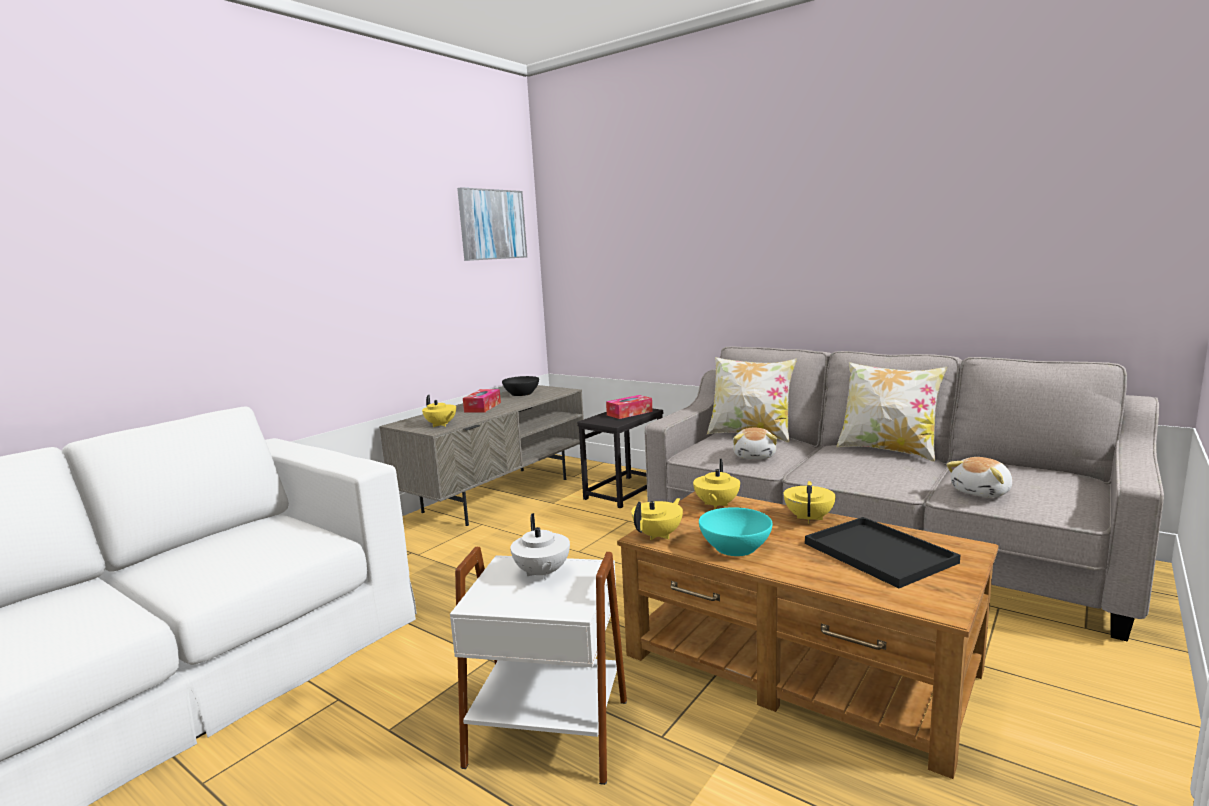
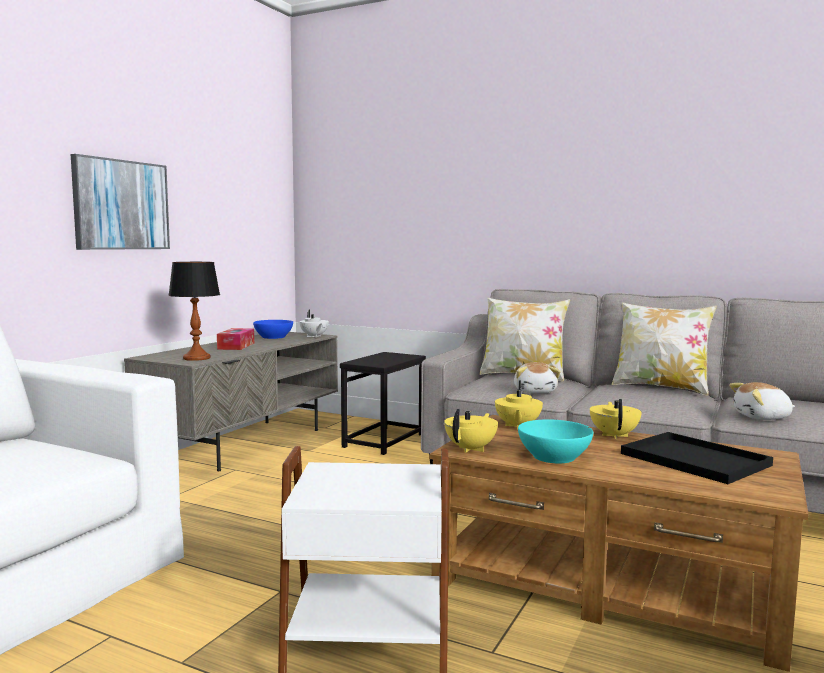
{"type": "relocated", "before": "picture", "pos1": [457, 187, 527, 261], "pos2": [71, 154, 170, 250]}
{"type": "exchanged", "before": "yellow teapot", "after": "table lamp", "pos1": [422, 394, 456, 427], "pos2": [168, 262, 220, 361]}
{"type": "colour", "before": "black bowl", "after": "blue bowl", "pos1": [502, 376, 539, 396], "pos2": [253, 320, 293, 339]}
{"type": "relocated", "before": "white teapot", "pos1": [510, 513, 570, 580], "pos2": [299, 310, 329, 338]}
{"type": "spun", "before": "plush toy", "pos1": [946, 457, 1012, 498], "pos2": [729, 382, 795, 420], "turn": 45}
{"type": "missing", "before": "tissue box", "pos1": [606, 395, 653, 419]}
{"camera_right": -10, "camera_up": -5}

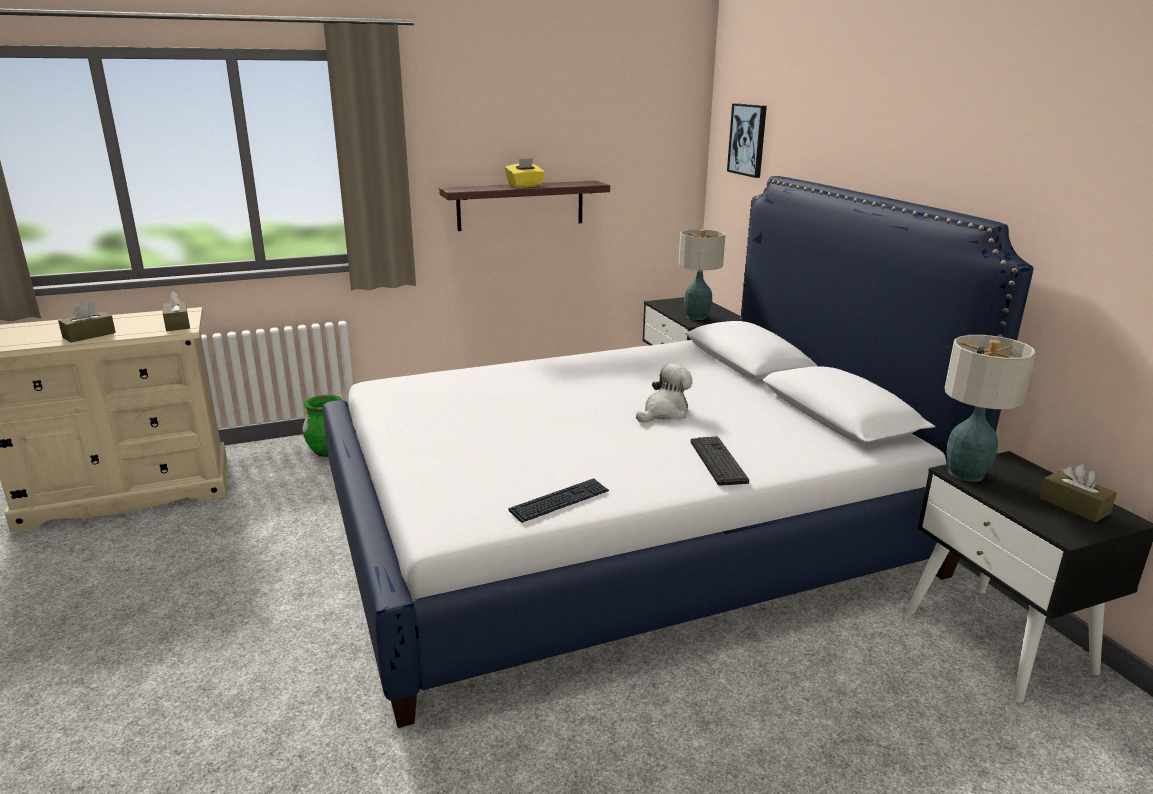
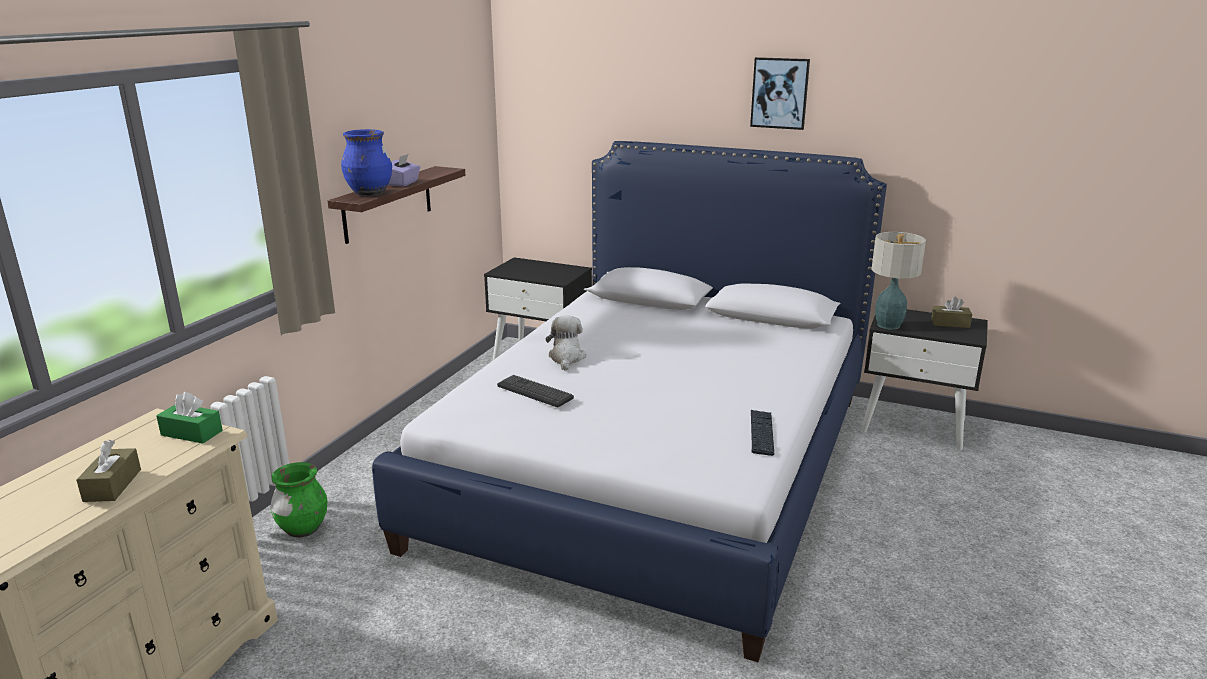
{"type": "colour", "before": "brown tissue box", "after": "green tissue box", "pos1": [162, 291, 190, 331], "pos2": [156, 392, 223, 444]}
{"type": "appeared", "after": "blue vase", "pos2": [341, 129, 392, 196]}
{"type": "colour", "before": "yellow tissue box", "after": "purple tissue box", "pos1": [505, 158, 545, 188], "pos2": [388, 154, 420, 187]}
{"type": "relocated", "before": "keyboard", "pos1": [691, 436, 749, 486], "pos2": [497, 375, 574, 407]}
{"type": "relocated", "before": "plush toy", "pos1": [636, 364, 693, 422], "pos2": [546, 315, 586, 371]}
{"type": "relocated", "before": "picture", "pos1": [727, 103, 767, 178], "pos2": [750, 57, 810, 130]}
{"type": "missing", "before": "table lamp", "pos1": [678, 229, 725, 320]}
{"camera_right": -45, "camera_up": 0}

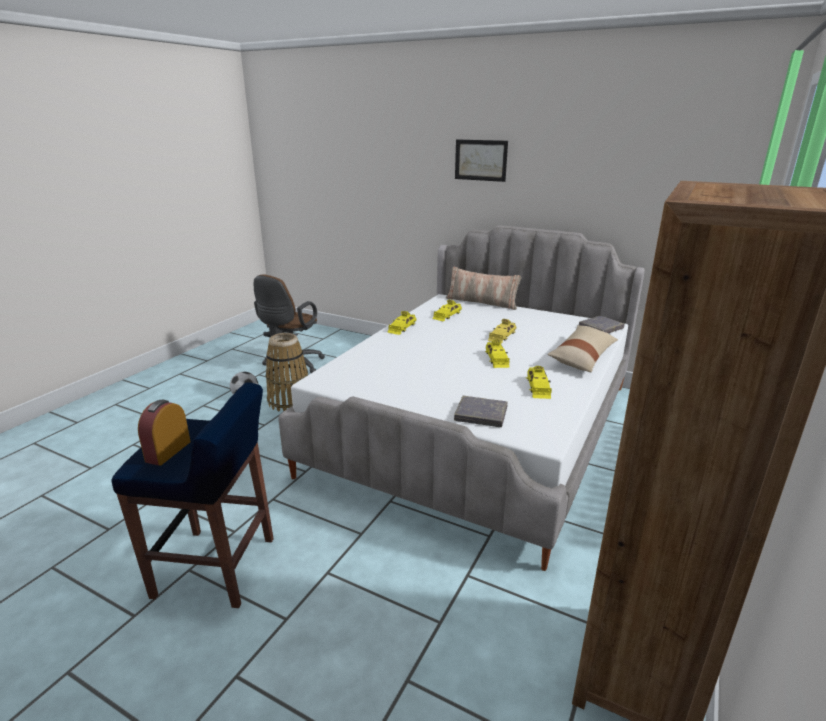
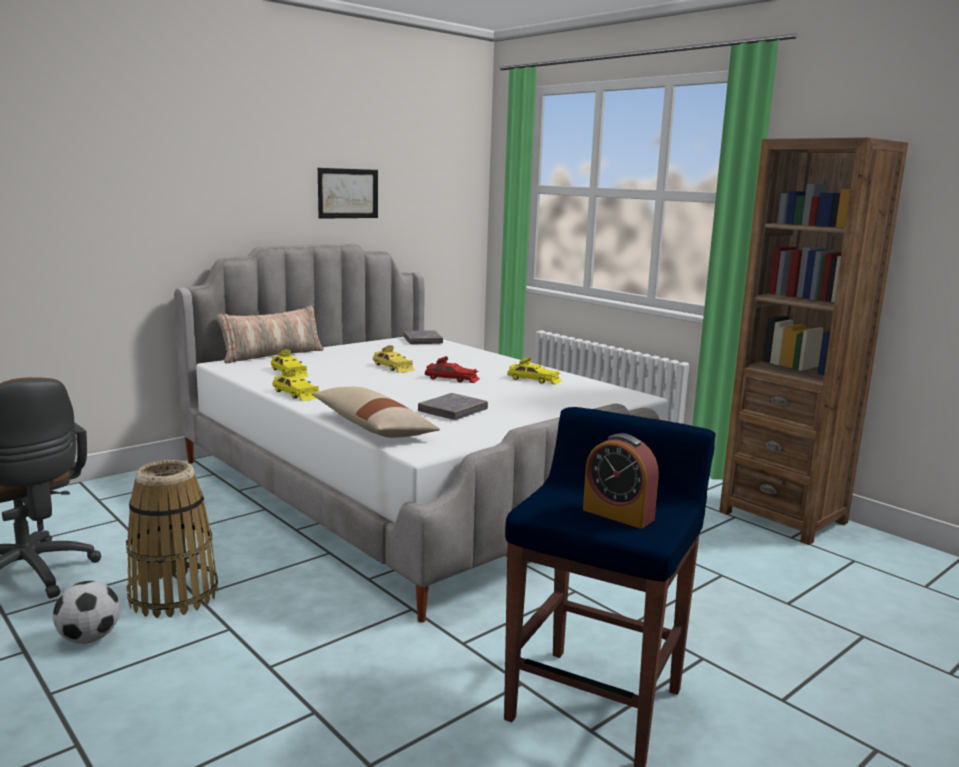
{"type": "relocated", "before": "beige pillow", "pos1": [547, 325, 618, 372], "pos2": [311, 387, 440, 438]}
{"type": "relocated", "before": "picture", "pos1": [455, 139, 508, 182], "pos2": [318, 168, 378, 219]}
{"type": "relocated", "before": "grey book", "pos1": [454, 396, 508, 427], "pos2": [418, 393, 488, 420]}
{"type": "colour", "before": "yellow toy car", "after": "red toy car", "pos1": [485, 340, 510, 368], "pos2": [425, 356, 480, 383]}
{"camera_right": -70, "camera_up": -10}

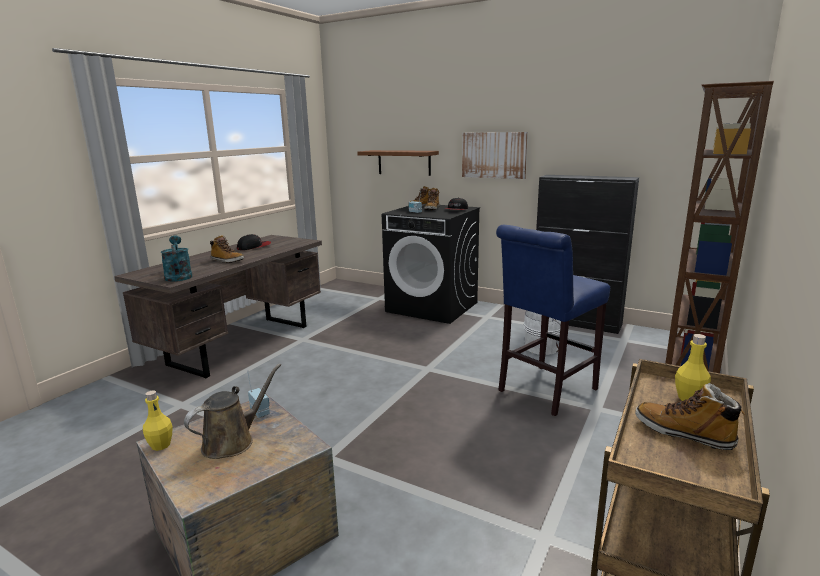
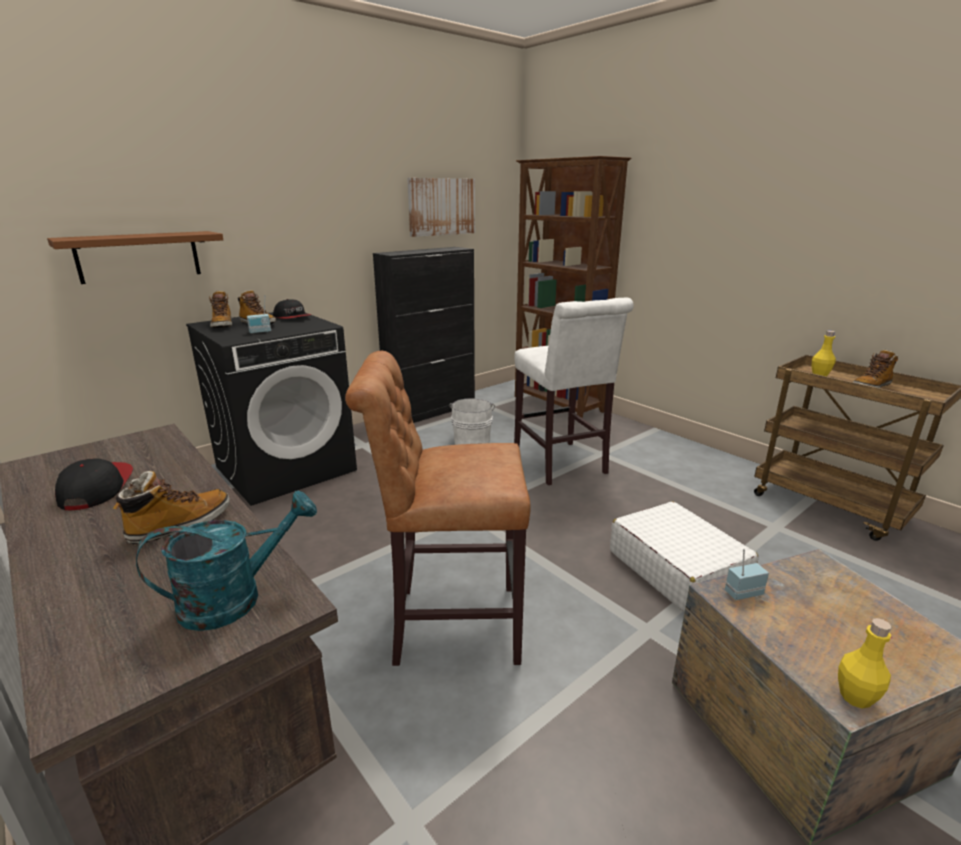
{"type": "spun", "before": "turquoise watering can", "pos1": [161, 235, 192, 282], "pos2": [136, 491, 317, 631], "turn": 150}
{"type": "appeared", "after": "brown stool", "pos2": [345, 351, 531, 666]}
{"type": "relocated", "before": "picture", "pos1": [462, 132, 528, 179], "pos2": [407, 178, 475, 237]}
{"type": "colour", "before": "blue stool", "after": "white stool", "pos1": [496, 225, 610, 416], "pos2": [514, 298, 634, 485]}
{"type": "appeared", "after": "white suitcase", "pos2": [610, 502, 758, 612]}
{"type": "missing", "before": "brown watering can", "pos1": [184, 363, 281, 459]}
{"camera_right": -70, "camera_up": 5}

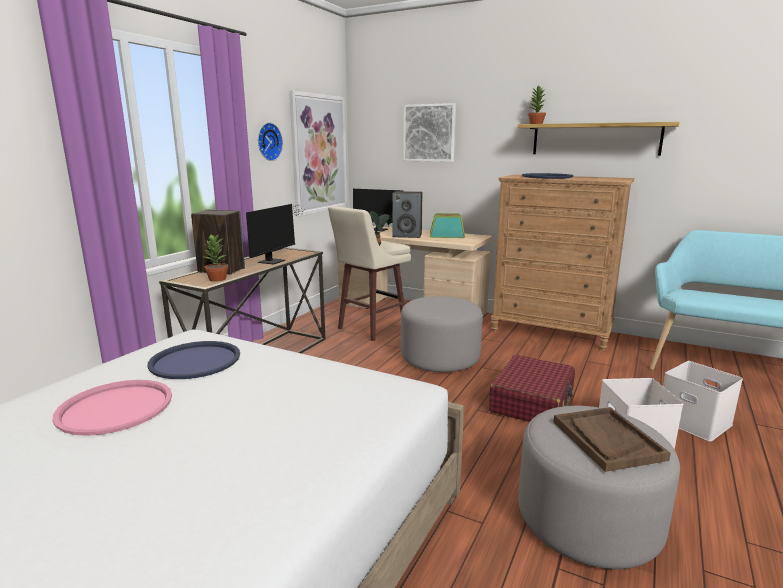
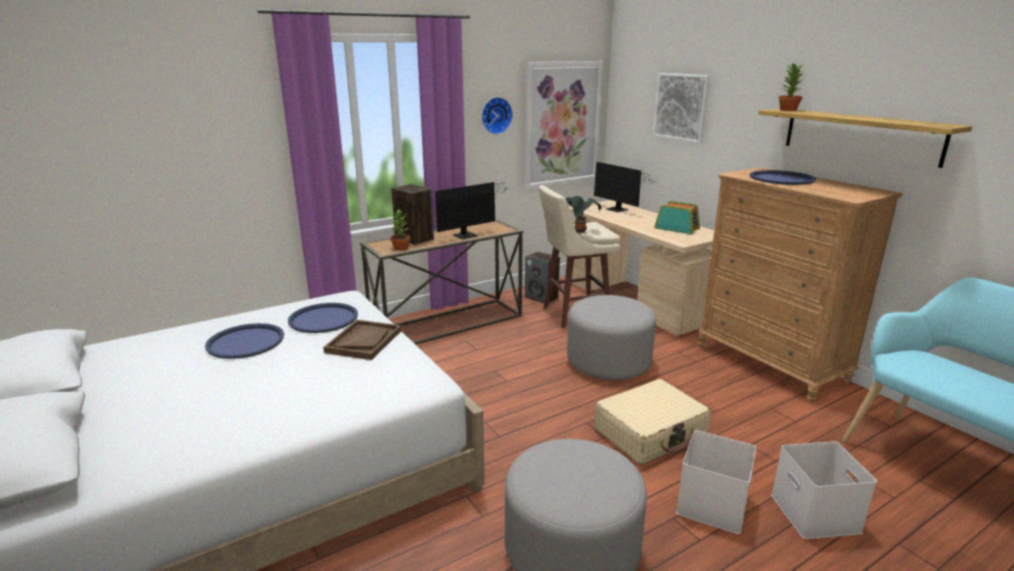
{"type": "colour", "before": "pink tray", "after": "blue tray", "pos1": [52, 380, 172, 436], "pos2": [205, 323, 284, 359]}
{"type": "relocated", "before": "brown tray", "pos1": [553, 407, 671, 472], "pos2": [323, 320, 401, 360]}
{"type": "relocated", "before": "speaker", "pos1": [392, 191, 422, 238], "pos2": [525, 252, 560, 303]}
{"type": "colour", "before": "red suitcase", "after": "beige suitcase", "pos1": [489, 355, 575, 422], "pos2": [594, 379, 711, 465]}
{"camera_right": 30, "camera_up": 5}

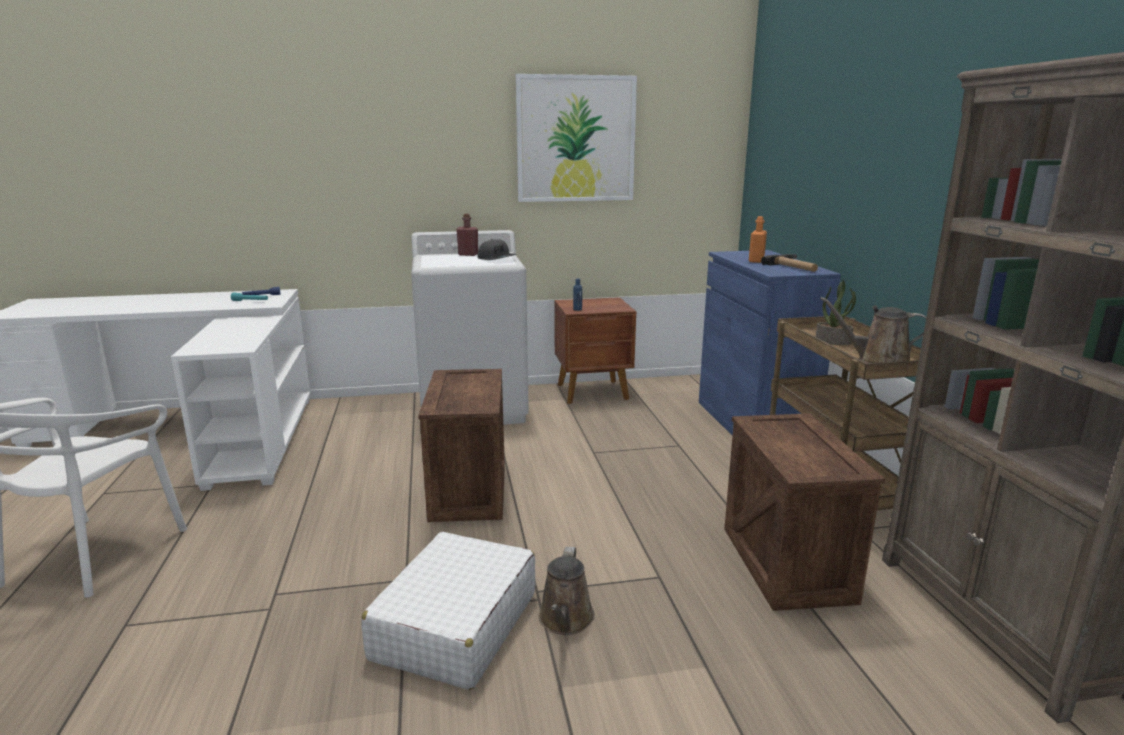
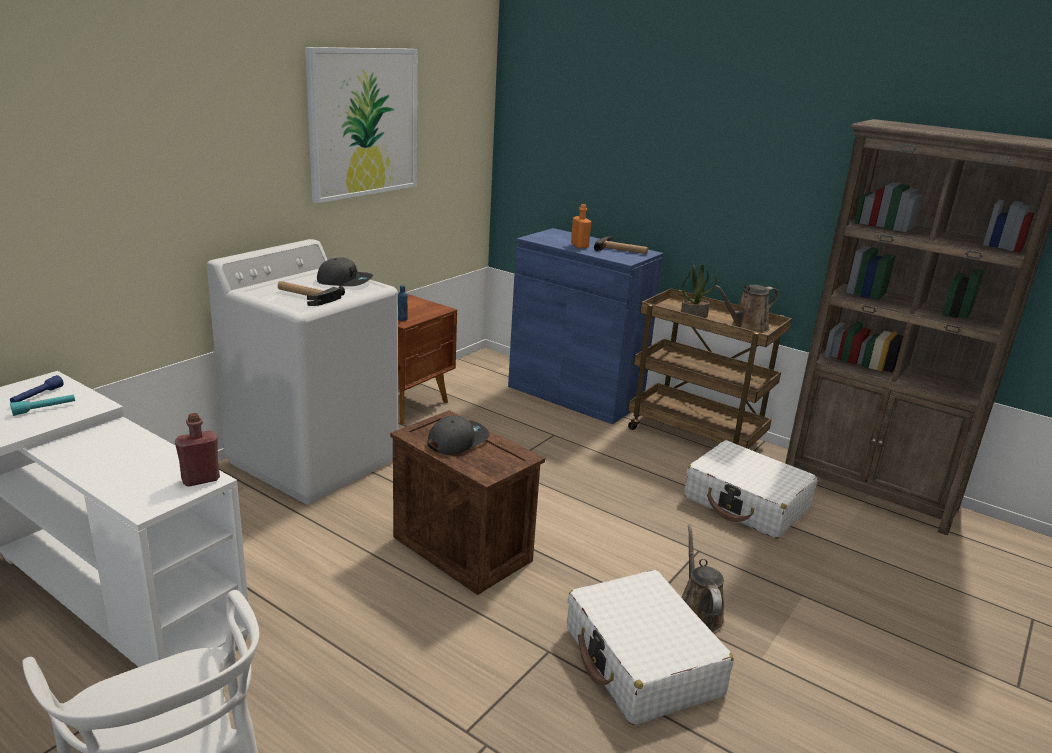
{"type": "relocated", "before": "red bottle", "pos1": [456, 214, 478, 256], "pos2": [175, 413, 220, 487]}
{"type": "appeared", "after": "hammer", "pos2": [278, 281, 345, 306]}
{"type": "appeared", "after": "grey cap", "pos2": [427, 415, 490, 455]}
{"type": "spun", "before": "brown watering can", "pos1": [539, 547, 595, 635], "pos2": [681, 524, 724, 634], "turn": -150}
{"type": "exchanged", "before": "crate", "after": "white suitcase", "pos1": [724, 413, 885, 611], "pos2": [684, 440, 818, 539]}
{"camera_right": -45, "camera_up": 5}

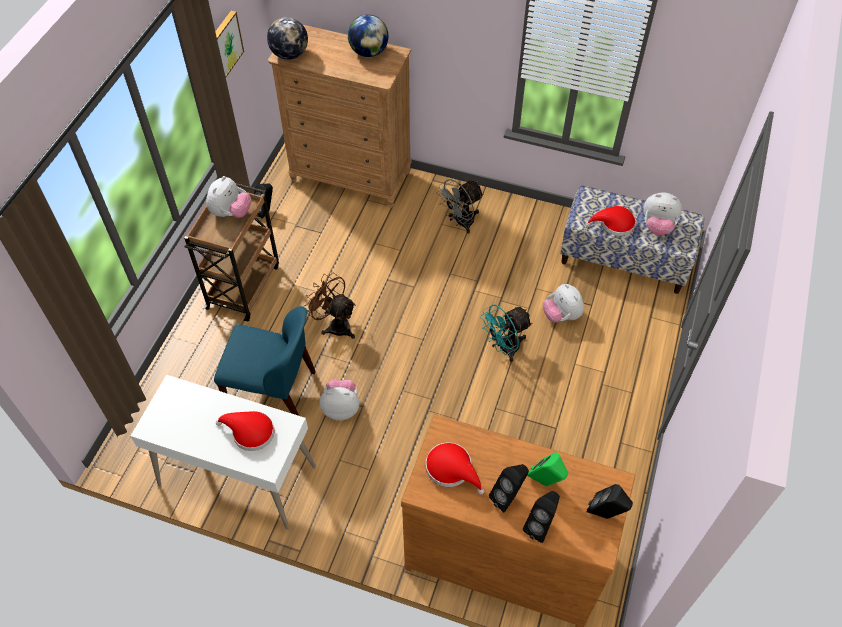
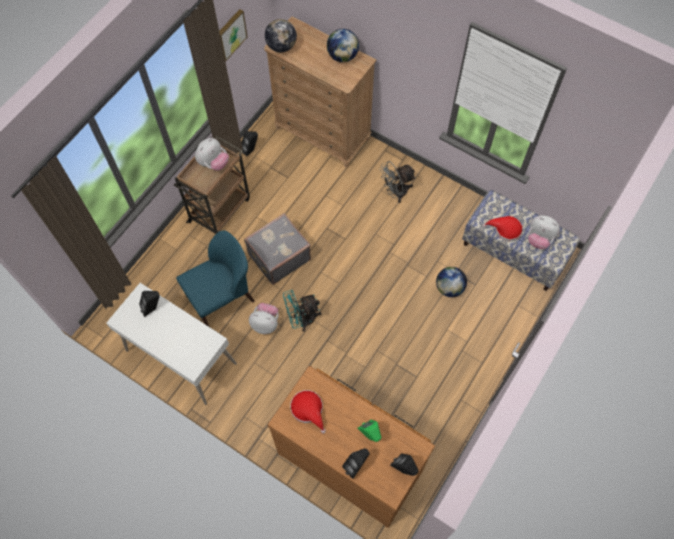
{"type": "relocated", "before": "black speaker", "pos1": [489, 464, 529, 512], "pos2": [139, 291, 160, 317]}
{"type": "spun", "before": "blue chair", "pos1": [214, 306, 316, 416], "pos2": [176, 230, 255, 327], "turn": -60}
{"type": "exchanged", "before": "brown fan", "after": "grey suitcase", "pos1": [303, 273, 356, 339], "pos2": [244, 213, 311, 285]}
{"type": "relocated", "before": "turquoise fan", "pos1": [480, 304, 532, 362], "pos2": [283, 290, 321, 332]}
{"type": "exchanged", "before": "plush toy", "after": "globe", "pos1": [543, 284, 584, 322], "pos2": [436, 267, 467, 297]}
{"type": "missing", "before": "red hat", "pos1": [216, 411, 275, 451]}
{"camera_right": 15, "camera_up": 10}

